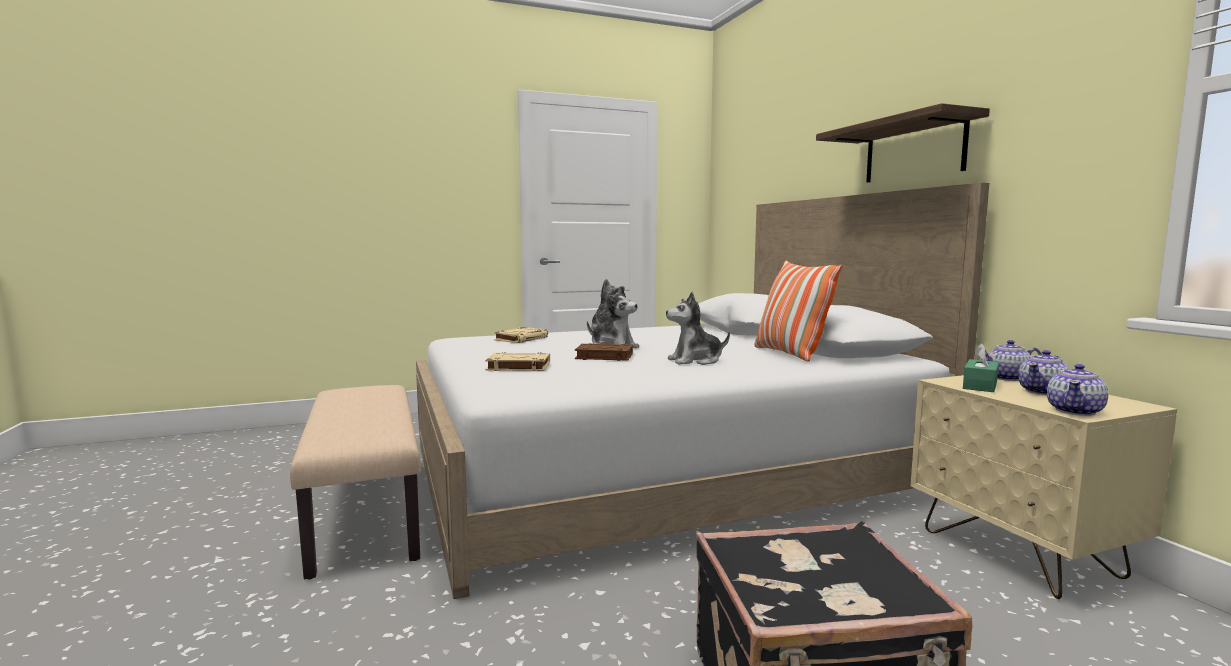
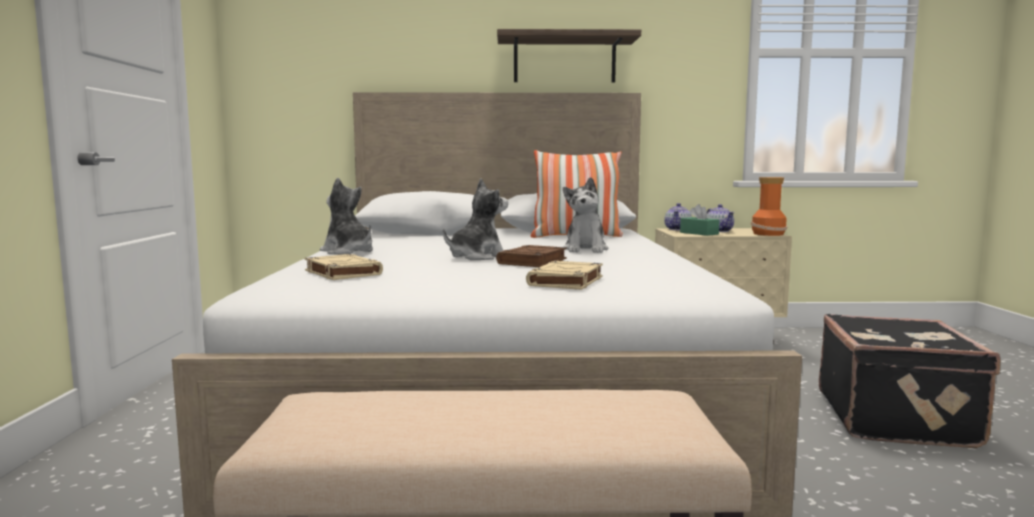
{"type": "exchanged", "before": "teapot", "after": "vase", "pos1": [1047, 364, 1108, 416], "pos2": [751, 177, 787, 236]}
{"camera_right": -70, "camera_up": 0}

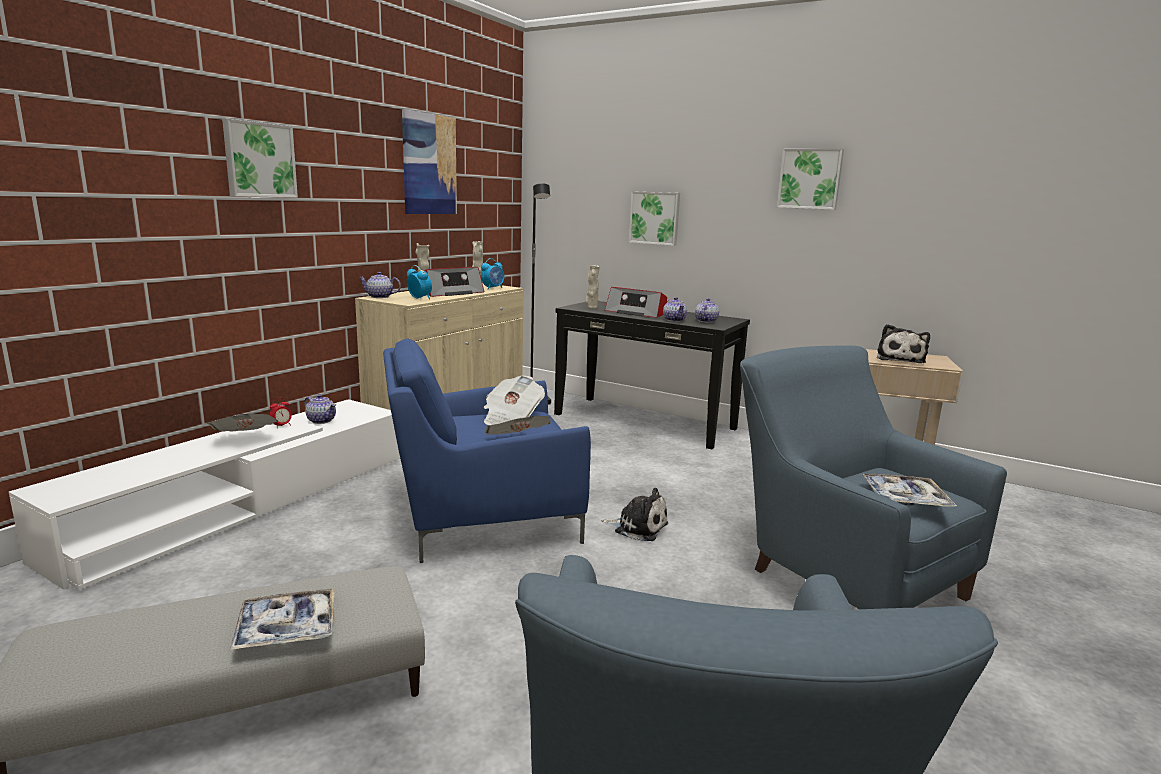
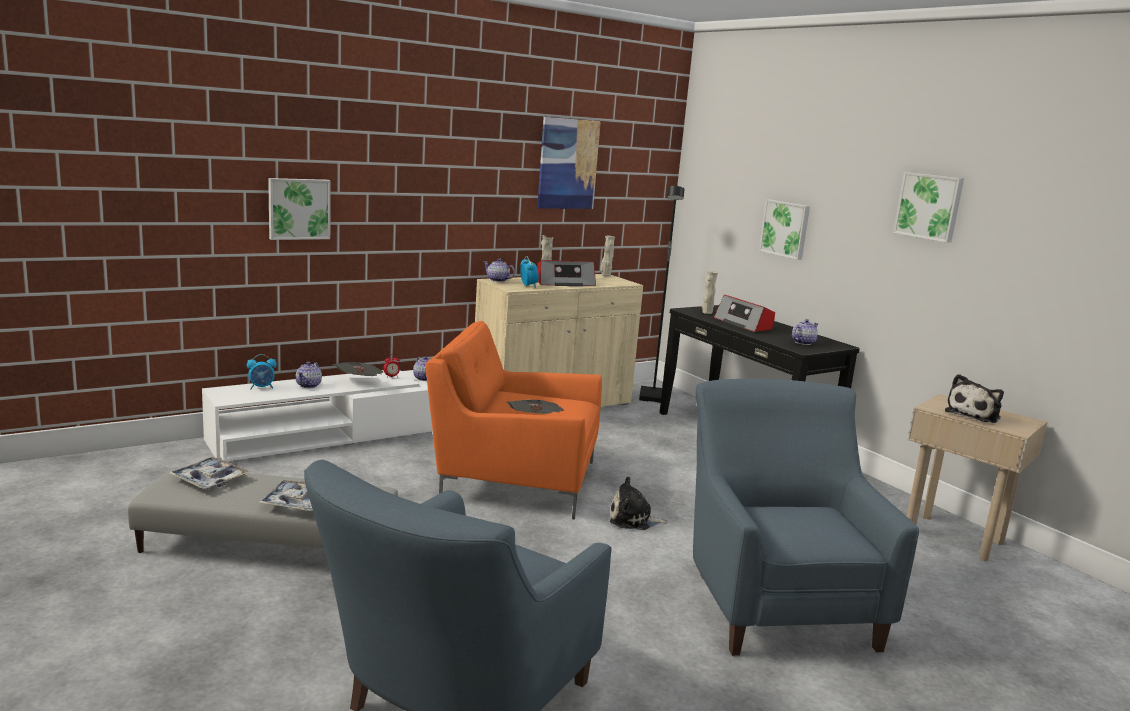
{"type": "relocated", "before": "tray", "pos1": [863, 474, 957, 507], "pos2": [169, 457, 250, 489]}
{"type": "relocated", "before": "alarm clock", "pos1": [481, 258, 504, 289], "pos2": [247, 354, 277, 389]}
{"type": "relocated", "before": "picture", "pos1": [222, 119, 298, 198], "pos2": [268, 178, 331, 240]}
{"type": "relocated", "before": "teapot", "pos1": [663, 297, 687, 322], "pos2": [295, 362, 322, 388]}
{"type": "colour", "before": "blue armchair", "after": "orange armchair", "pos1": [383, 339, 591, 563], "pos2": [425, 321, 602, 520]}
{"type": "spun", "before": "plush toy", "pos1": [602, 488, 668, 541], "pos2": [610, 477, 668, 530], "turn": 135}
{"type": "missing", "before": "newspaper", "pos1": [484, 375, 545, 425]}
{"camera_right": 25, "camera_up": 0}

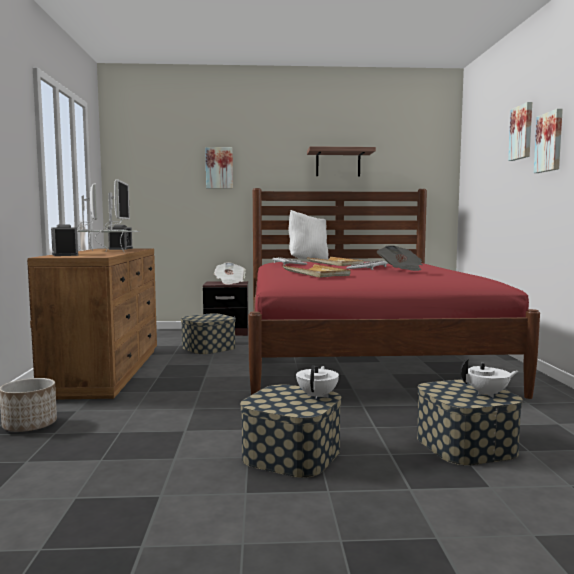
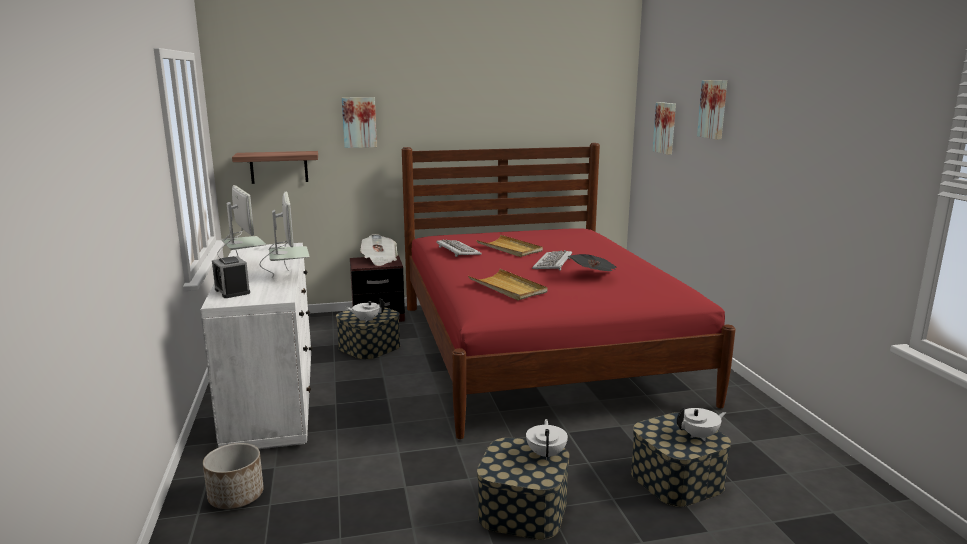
{"type": "colour", "before": "brown dresser", "after": "white dresser", "pos1": [27, 248, 157, 400], "pos2": [200, 243, 313, 449]}
{"type": "relocated", "before": "shelf", "pos1": [307, 146, 376, 177], "pos2": [232, 151, 318, 184]}
{"type": "appeared", "after": "white teapot", "pos2": [345, 298, 385, 323]}
{"type": "relocated", "before": "picture", "pos1": [534, 109, 563, 173], "pos2": [653, 102, 676, 155]}
{"type": "missing", "before": "alarm clock", "pos1": [108, 225, 133, 250]}
{"type": "missing", "before": "white pillow", "pos1": [289, 210, 328, 260]}
{"camera_right": -10, "camera_up": 10}

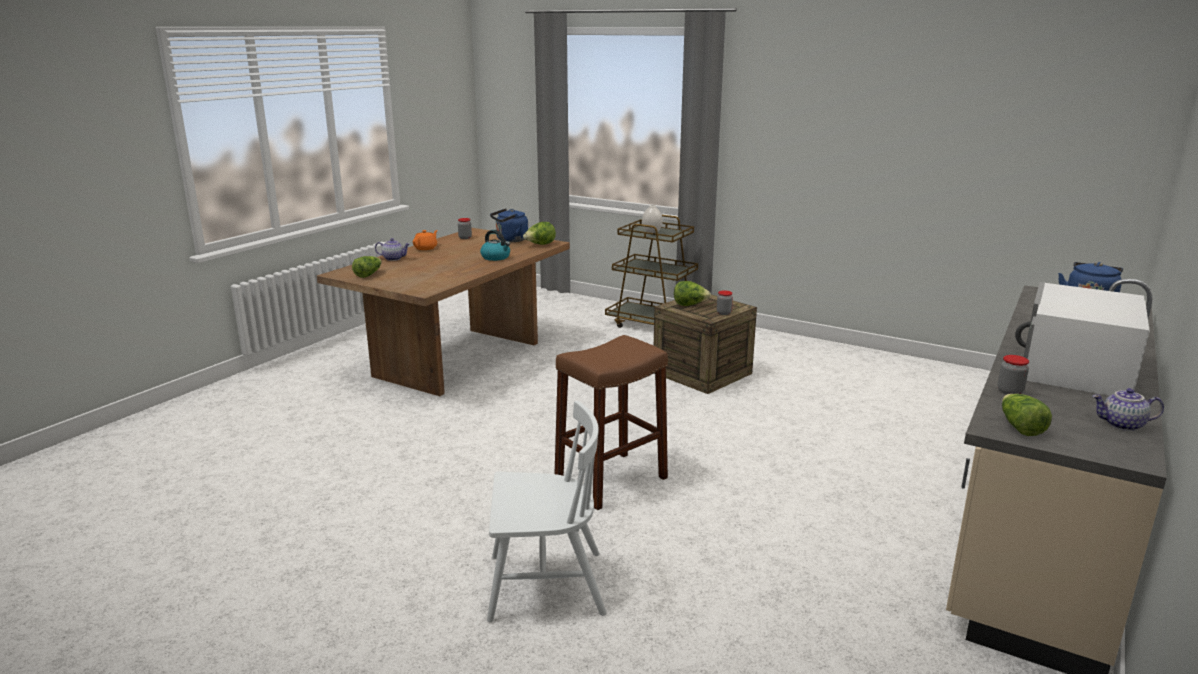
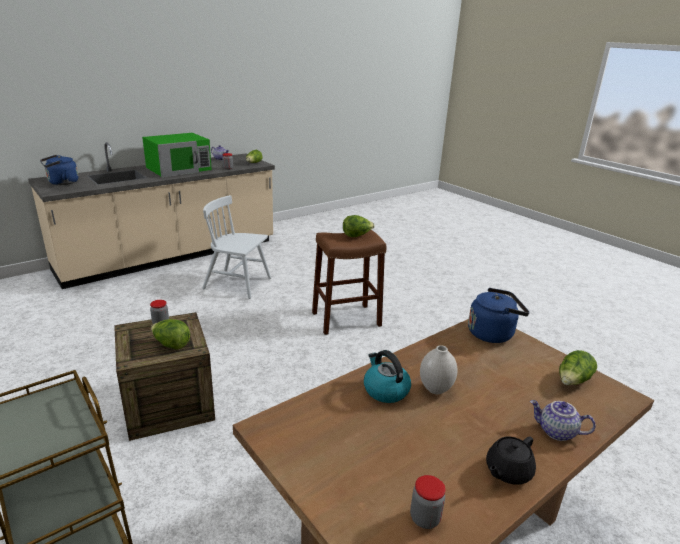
{"type": "colour", "before": "white microwave", "after": "green microwave", "pos1": [1015, 282, 1150, 396], "pos2": [142, 133, 212, 177]}
{"type": "relocated", "before": "white chair", "pos1": [487, 401, 607, 622], "pos2": [202, 195, 271, 299]}
{"type": "relocated", "before": "lettuce", "pos1": [523, 222, 556, 245], "pos2": [343, 215, 375, 237]}
{"type": "relocated", "before": "white vase", "pos1": [642, 205, 663, 233], "pos2": [420, 345, 458, 394]}
{"type": "relocated", "before": "blue kettle", "pos1": [490, 209, 528, 242], "pos2": [468, 288, 530, 343]}
{"type": "colour", "before": "orange teapot", "after": "black teapot", "pos1": [413, 230, 438, 250], "pos2": [486, 436, 536, 485]}
{"camera_right": -160, "camera_up": 5}

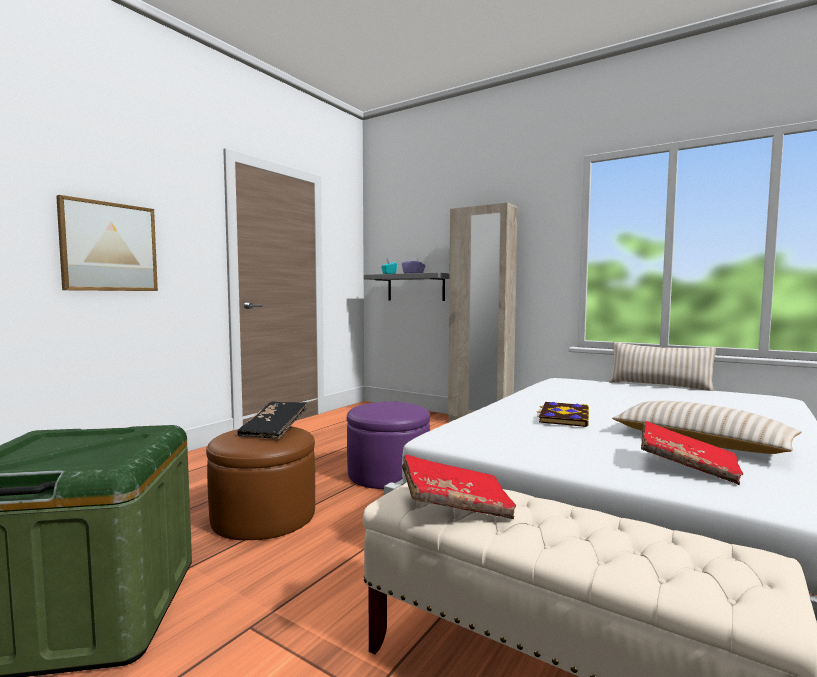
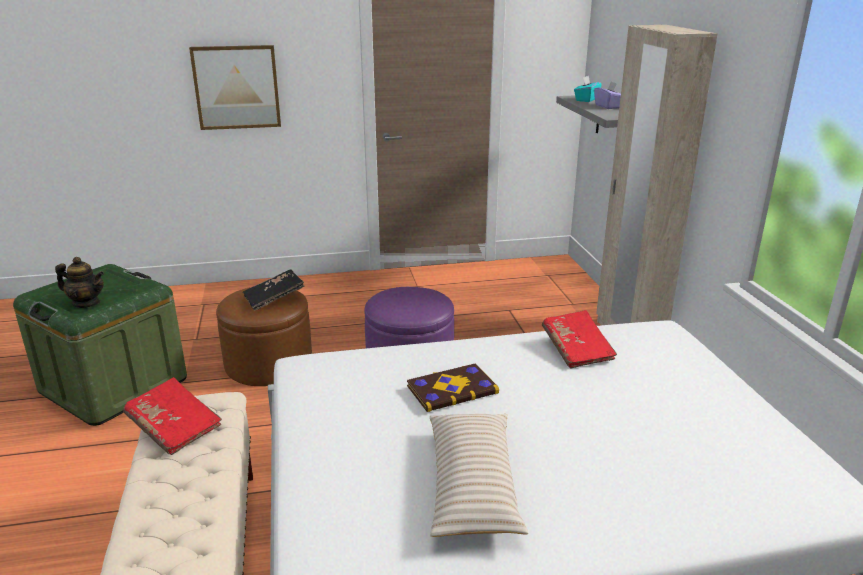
{"type": "appeared", "after": "teapot", "pos2": [55, 257, 104, 308]}
{"type": "relocated", "before": "red book", "pos1": [641, 421, 743, 485], "pos2": [542, 310, 617, 369]}
{"type": "missing", "before": "beige pillow", "pos1": [609, 342, 716, 391]}
{"camera_right": 45, "camera_up": 20}

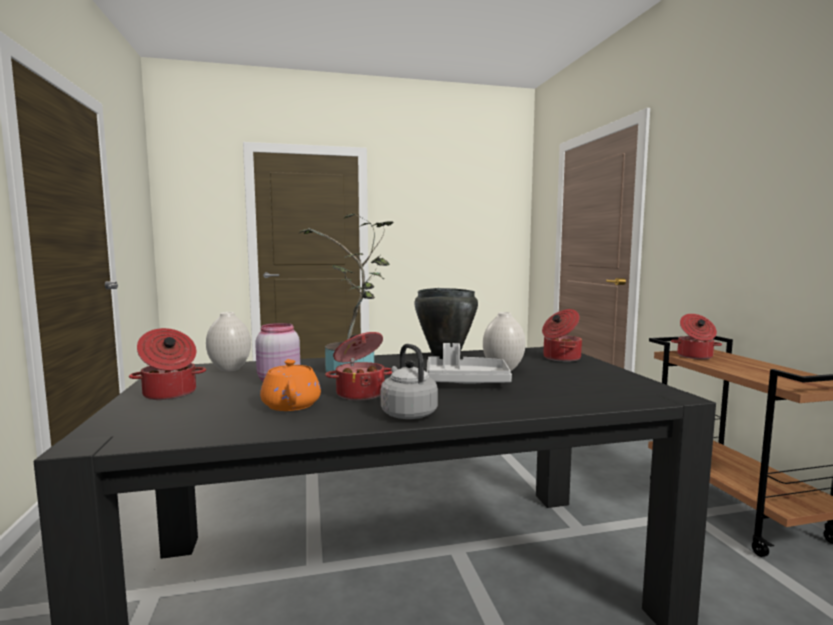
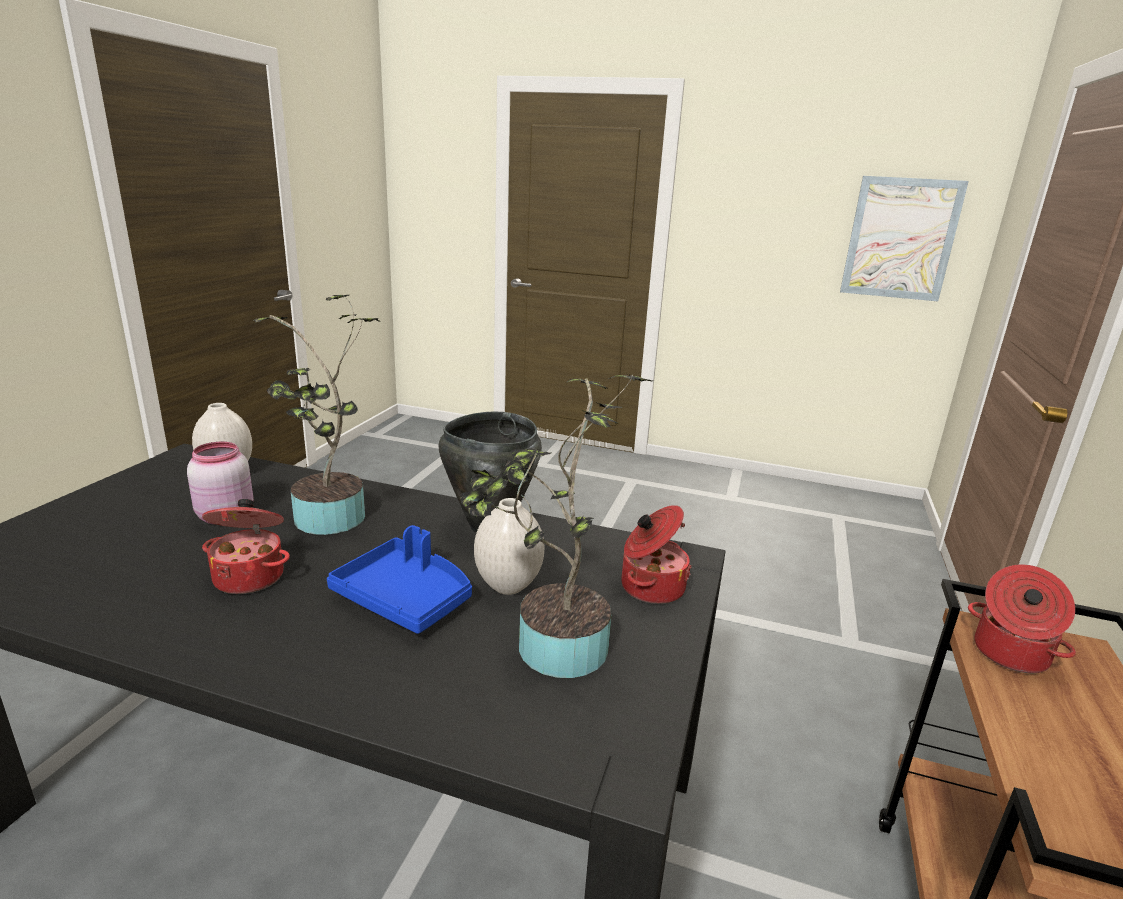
{"type": "colour", "before": "grey tray", "after": "blue tray", "pos1": [427, 343, 512, 384], "pos2": [327, 525, 472, 634]}
{"type": "appeared", "after": "potted plant", "pos2": [460, 374, 652, 678]}
{"type": "appeared", "after": "picture", "pos2": [840, 176, 969, 301]}
{"type": "missing", "before": "cooking pot", "pos1": [129, 328, 206, 400]}
{"type": "missing", "before": "orange teapot", "pos1": [260, 359, 321, 411]}
{"type": "missing", "before": "grey kettle", "pos1": [381, 344, 438, 419]}
{"camera_right": 30, "camera_up": 15}

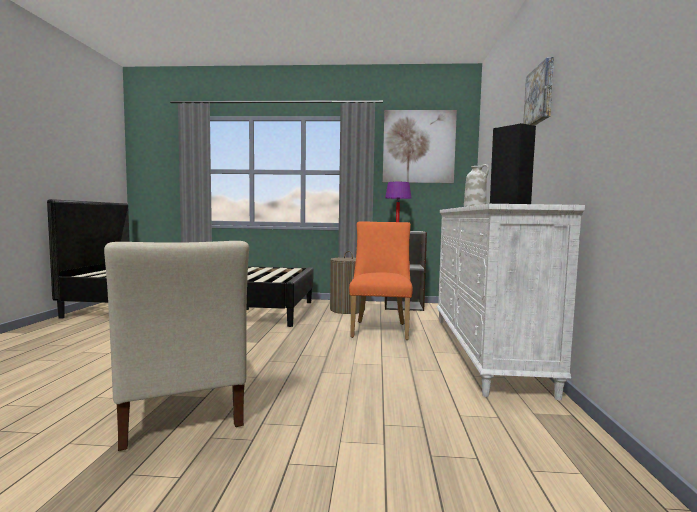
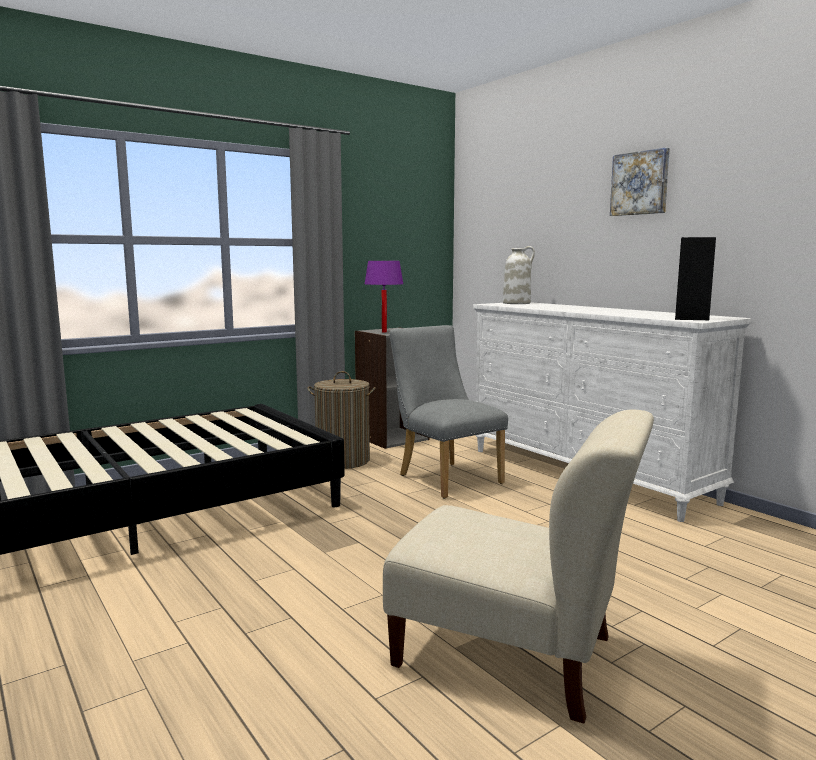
{"type": "colour", "before": "orange chair", "after": "grey chair", "pos1": [349, 221, 413, 340], "pos2": [390, 325, 508, 499]}
{"type": "missing", "before": "picture", "pos1": [383, 110, 457, 183]}
{"camera_right": -40, "camera_up": 5}

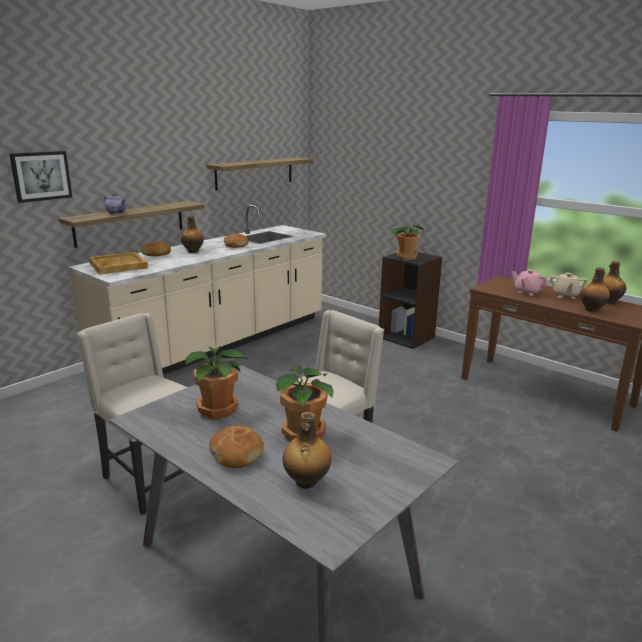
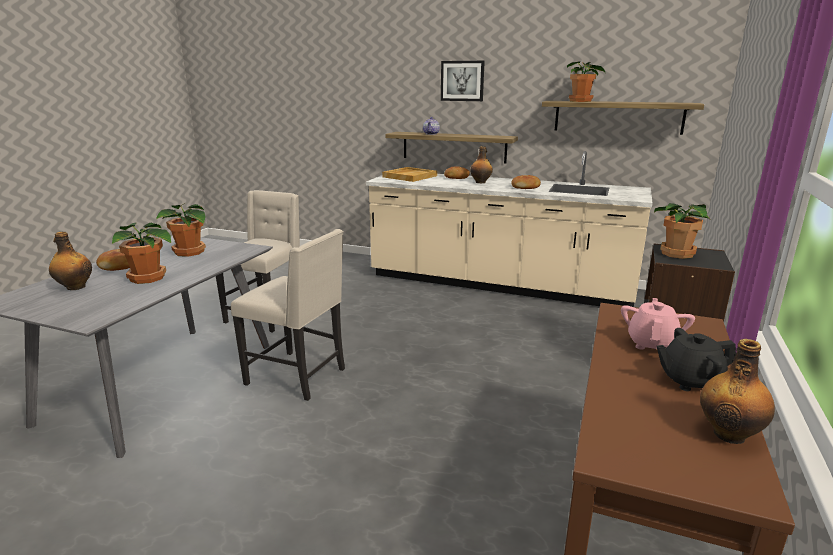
{"type": "relocated", "before": "picture", "pos1": [9, 151, 72, 203], "pos2": [441, 61, 485, 101]}
{"type": "appeared", "after": "potted plant", "pos2": [567, 61, 605, 102]}
{"type": "colour", "before": "beige teapot", "after": "black teapot", "pos1": [550, 273, 588, 299], "pos2": [657, 328, 736, 391]}
{"type": "missing", "before": "bottle", "pos1": [580, 267, 610, 312]}
{"camera_right": 70, "camera_up": 0}

